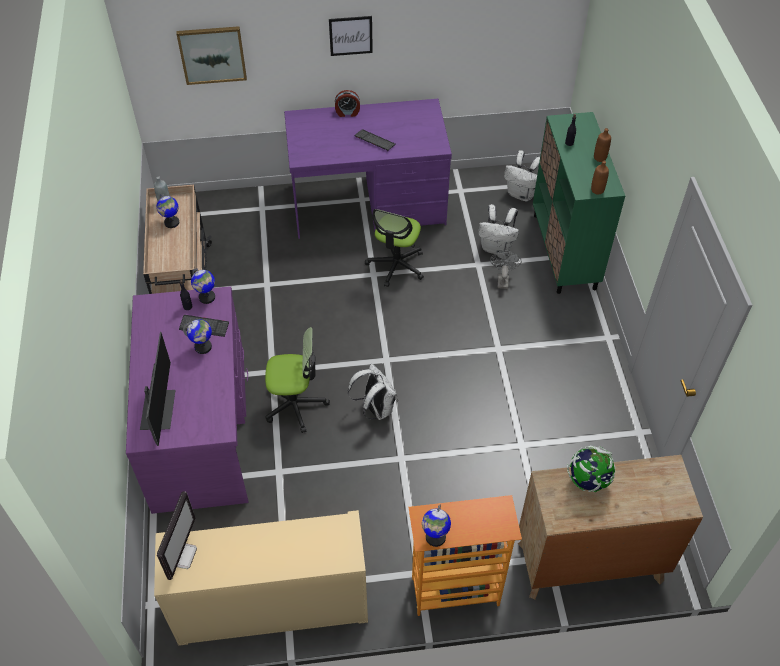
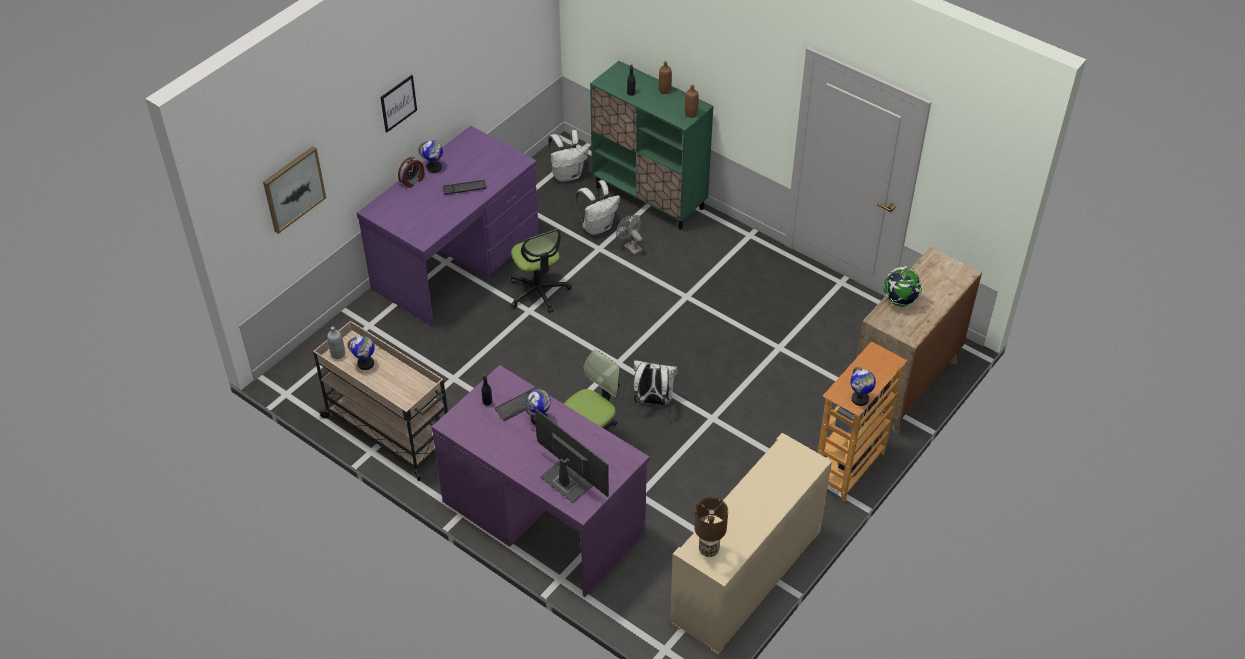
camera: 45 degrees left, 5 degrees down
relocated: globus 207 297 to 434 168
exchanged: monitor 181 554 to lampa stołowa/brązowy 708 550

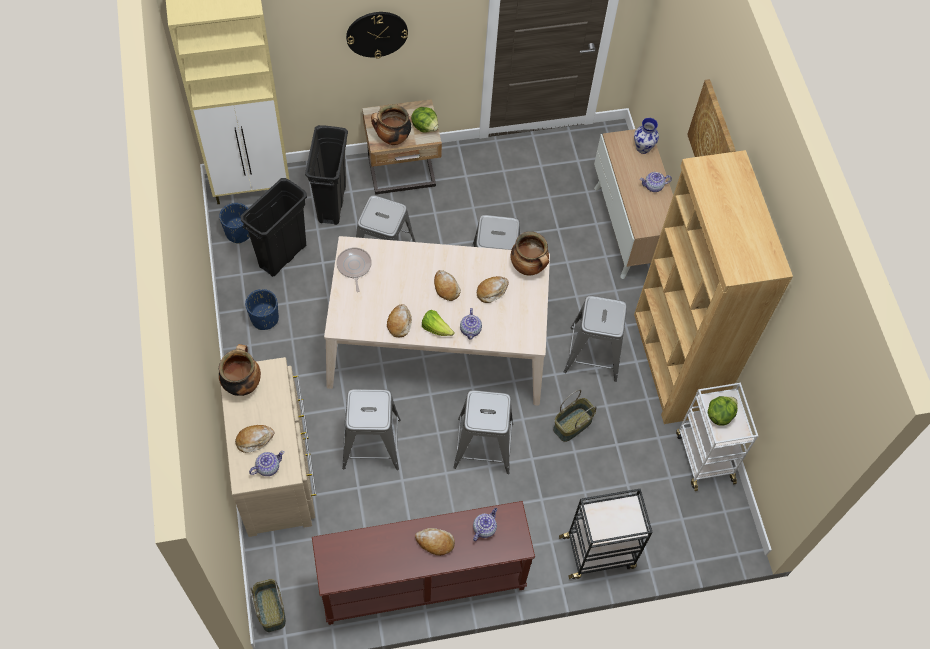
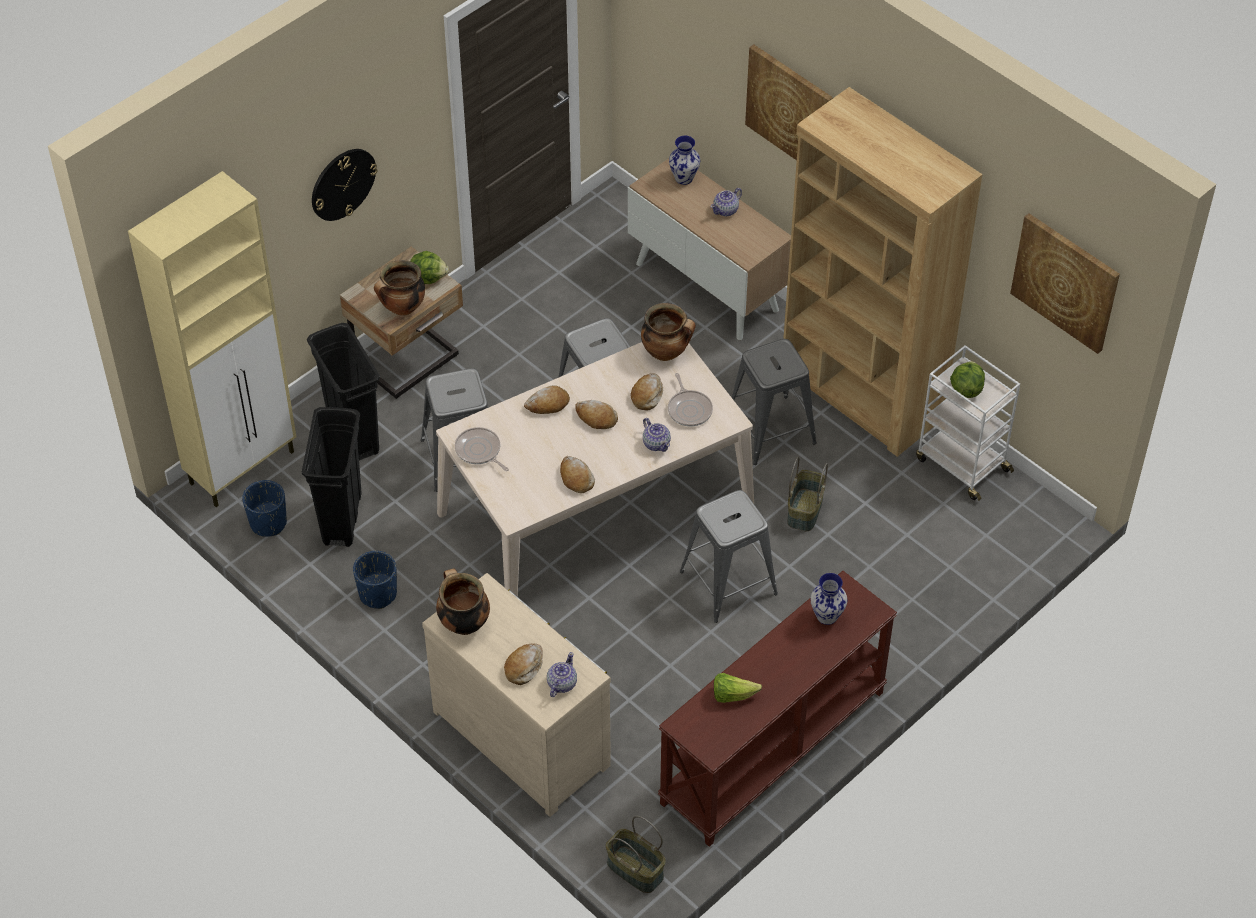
camera: 30 degrees left, 10 degrees down
missing: stołek/szary 372 443; wózek/czarny 599 552
appeared: patelnia 689 409; obraz 1065 282
relocated: chleb 435 542 to 548 404; sałata 436 328 to 732 695
exchanged: imbryk 484 528 to wazon 826 615

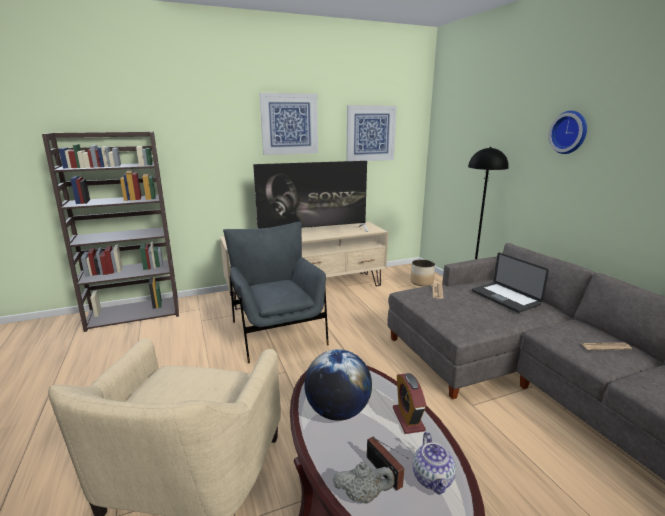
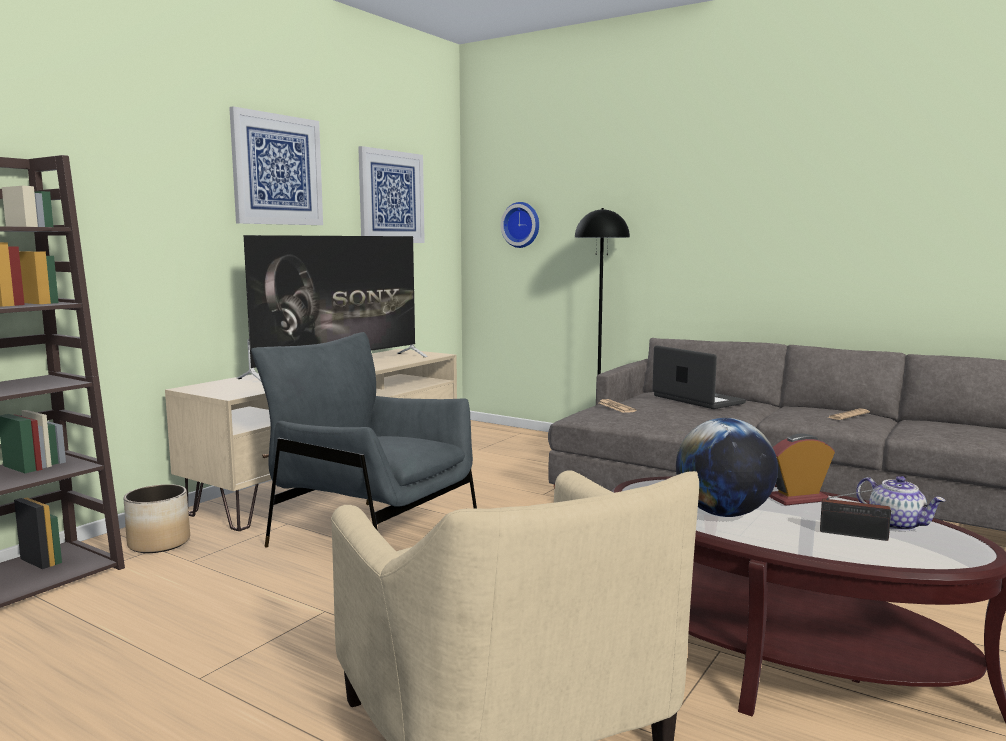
camera: 35 degrees left, 10 degrees down
missing: imbryk/szary 363 496
relocated: donica 421 282 to 158 543; zegar ścienny 570 132 to 522 225
spun: budzik 408 419 = 798 499 120 degrees clockwise; laptop 505 298 = 698 400 150 degrees counterclockwise

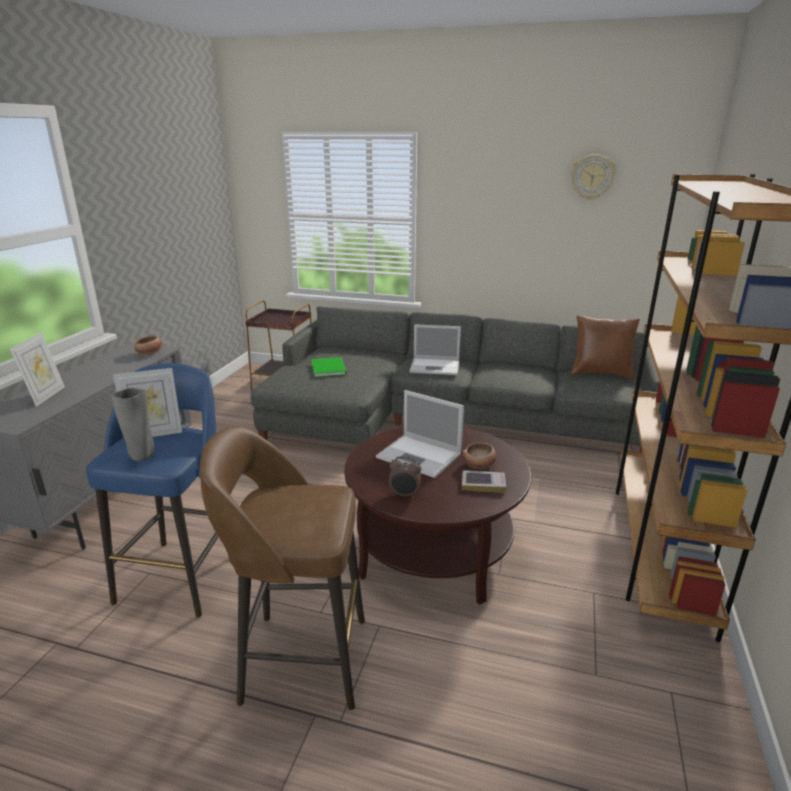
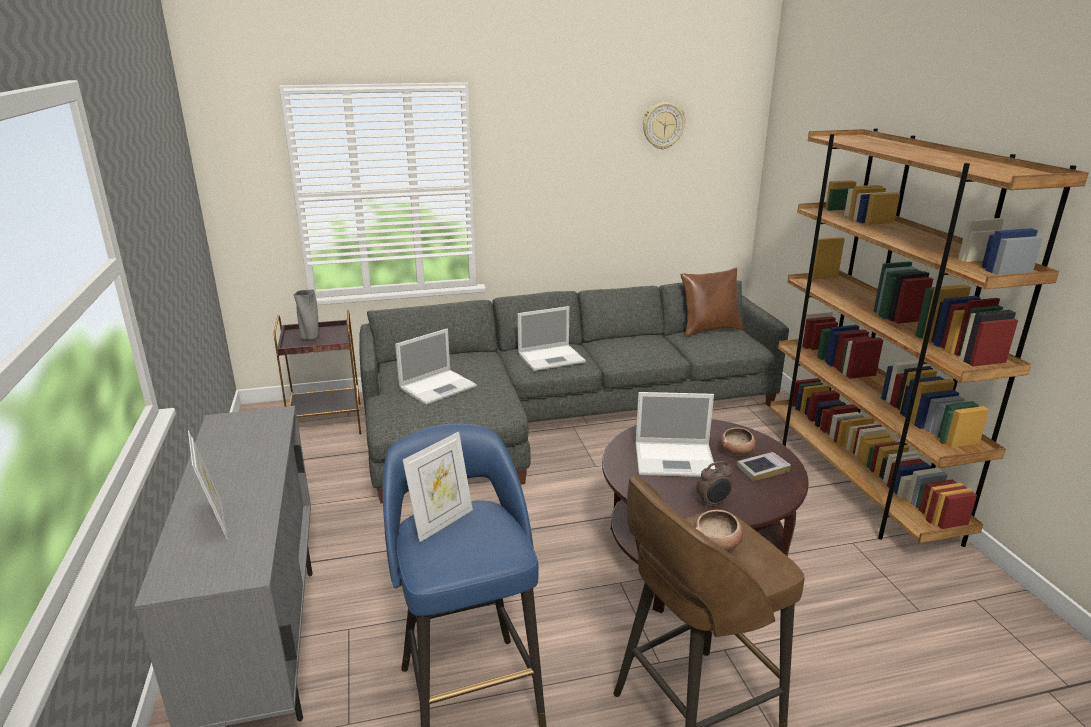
camera: 30 degrees left, 0 degrees up
relocated: wazon/szary 141 457 to 310 339; miska 150 353 to 717 545
exchanged: książka/zielony 329 368 to laptop 439 387

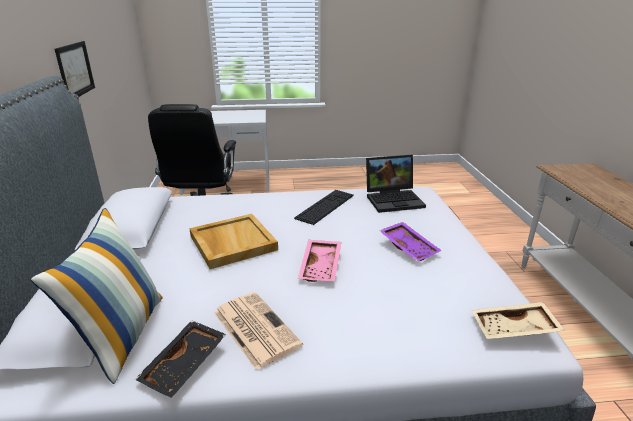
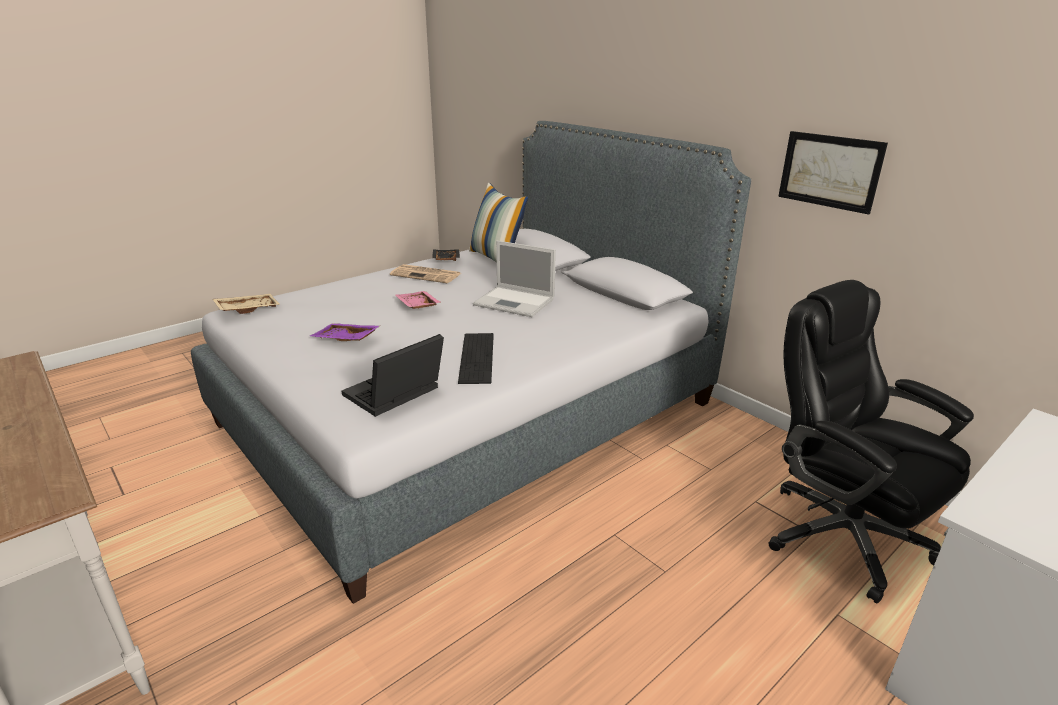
camera: 145 degrees right, 0 degrees up
exchanged: taca/beżowy 232 243 to laptop 515 302

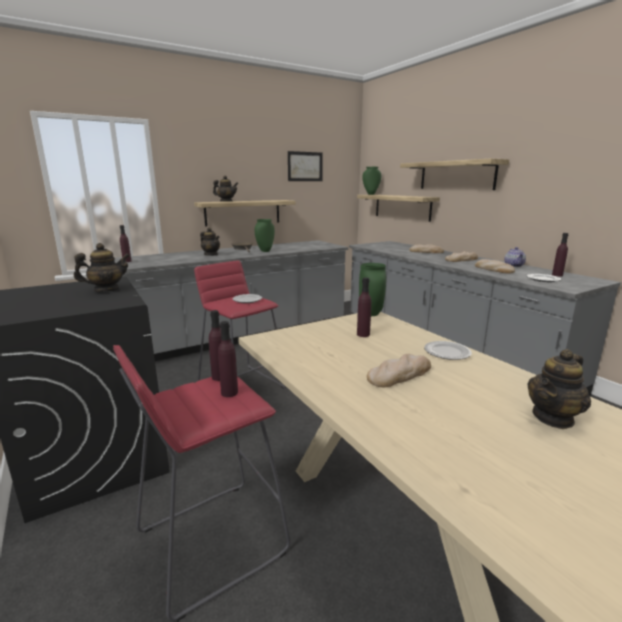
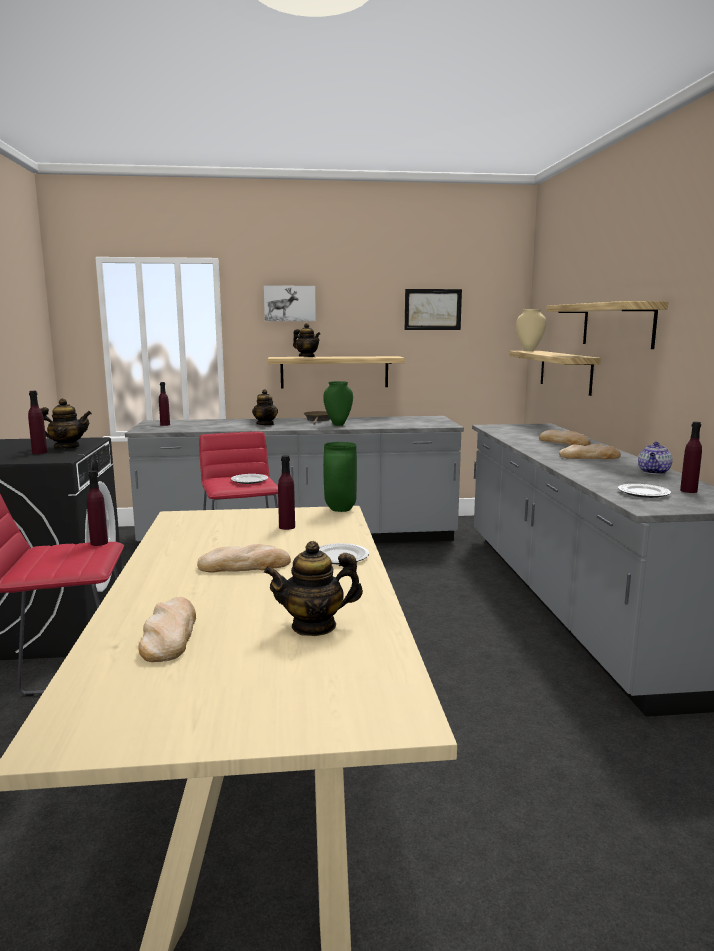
camera: 25 degrees right, 5 degrees down
appeared: obraz 289 303
relocated: butelka/fioletowy 229 392 to 39 452; chleb 493 269 to 169 634
colour: wazon/zielony 371 194 to wazon/beżowy 529 351

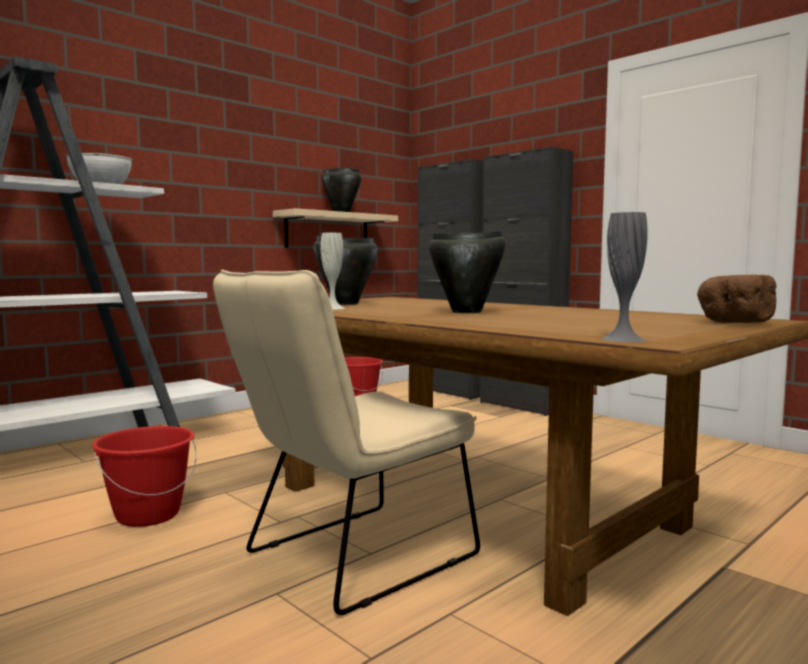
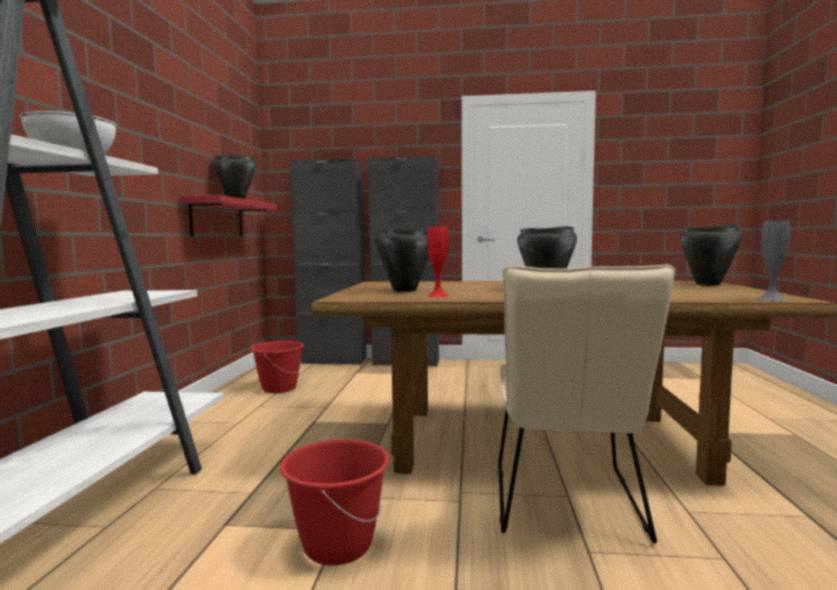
camera: 40 degrees left, 0 degrees up
exchanged: miska/brązowy 733 323 to garnek/czarny 708 284
colour: półka/beżowy 327 231 to półka/czerwony 217 218; wazon/biały 332 308 to wazon/czerwony 438 295

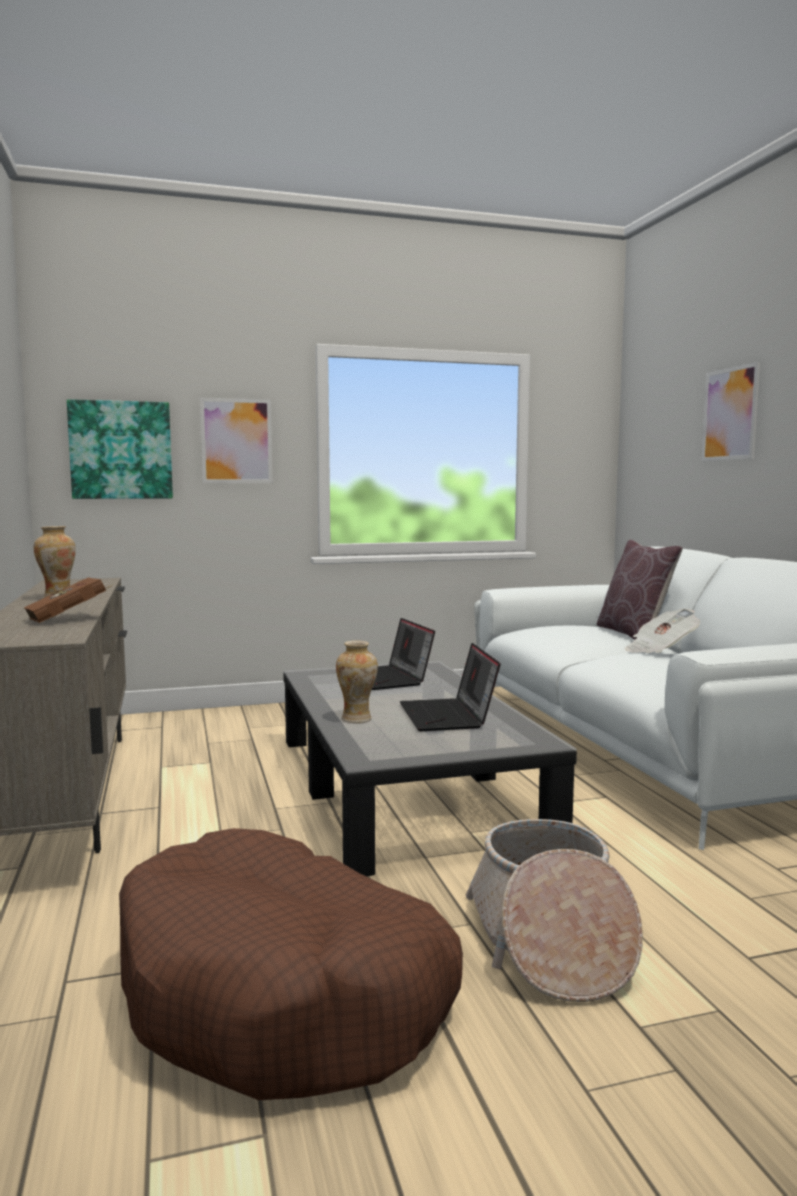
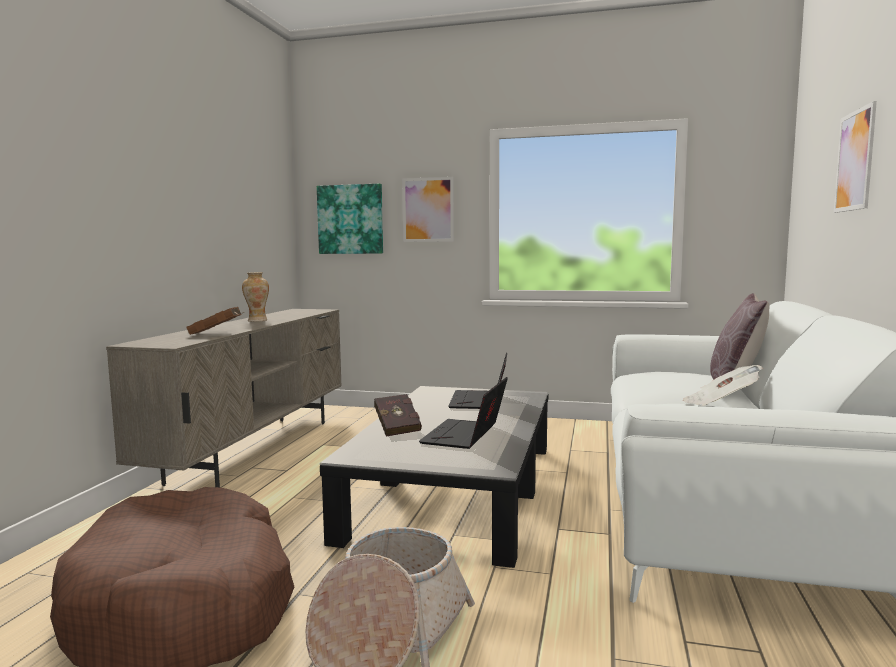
camera: 30 degrees right, 0 degrees up
exchanged: wazon 357 719 to książka/czerwony 397 428

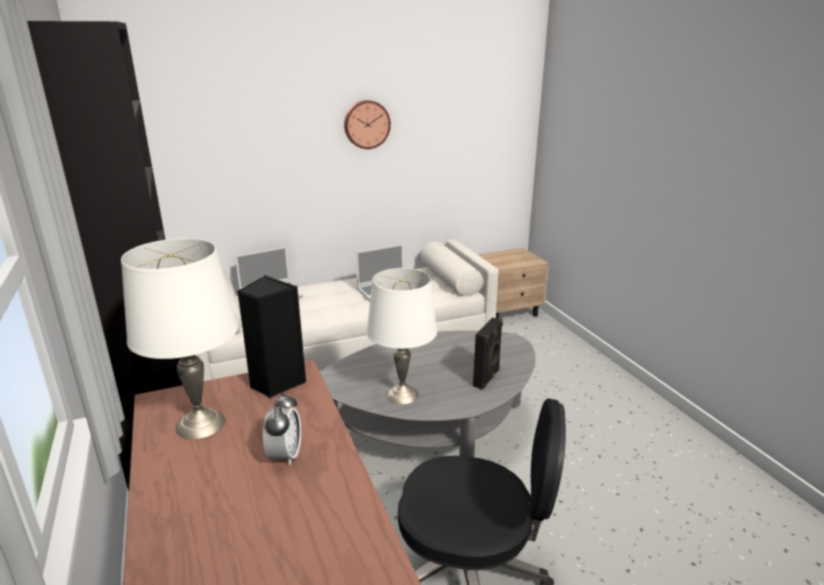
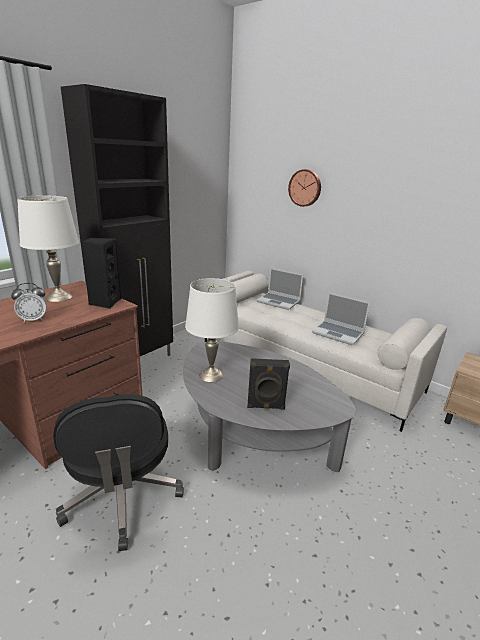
camera: 60 degrees right, 0 degrees up
relocated: zegar ścienny 366 124 to 305 188

